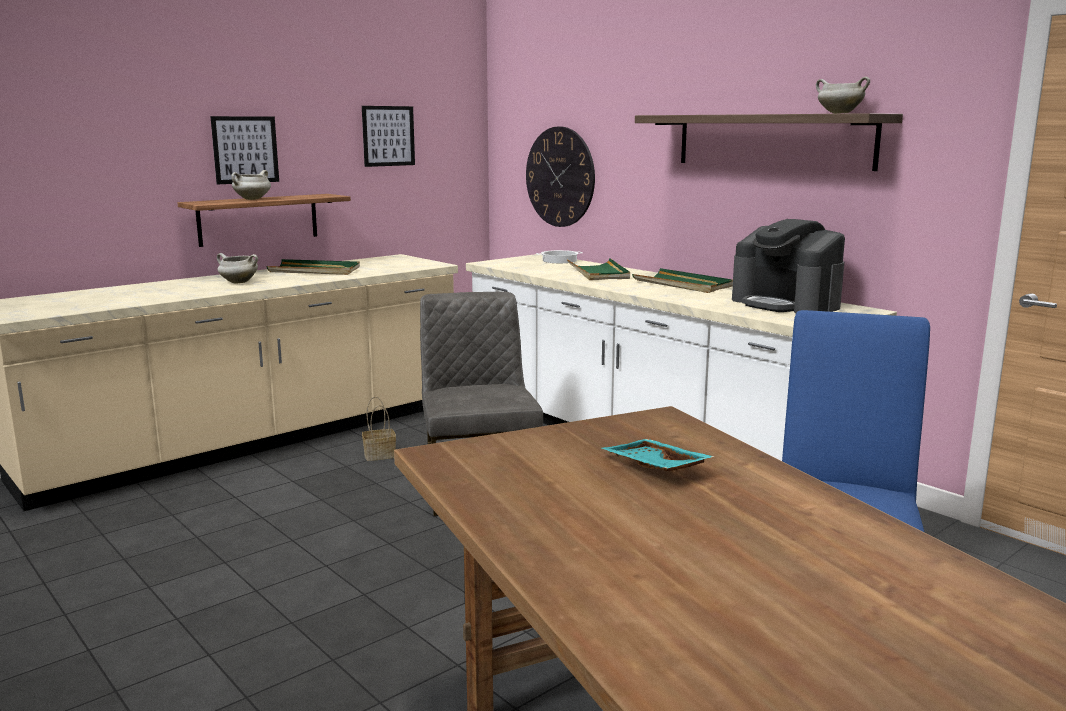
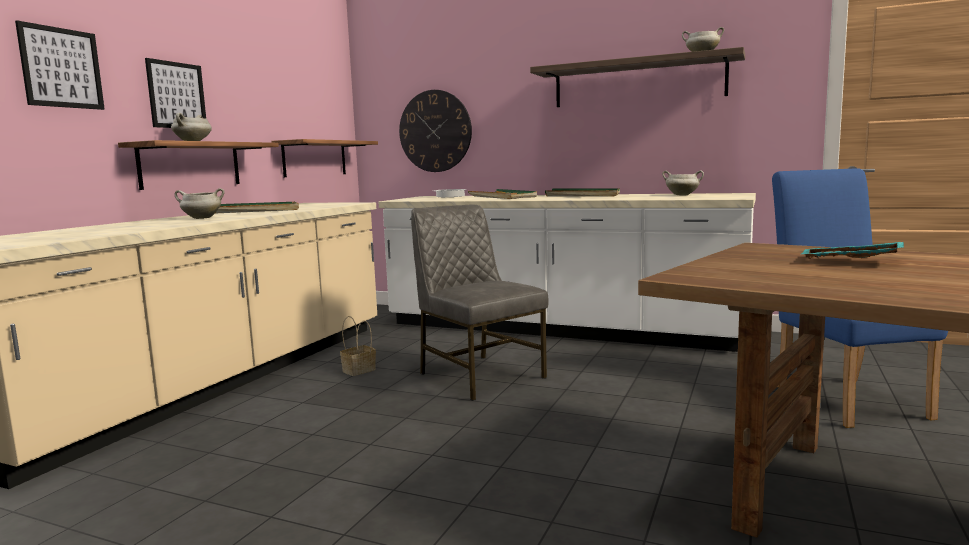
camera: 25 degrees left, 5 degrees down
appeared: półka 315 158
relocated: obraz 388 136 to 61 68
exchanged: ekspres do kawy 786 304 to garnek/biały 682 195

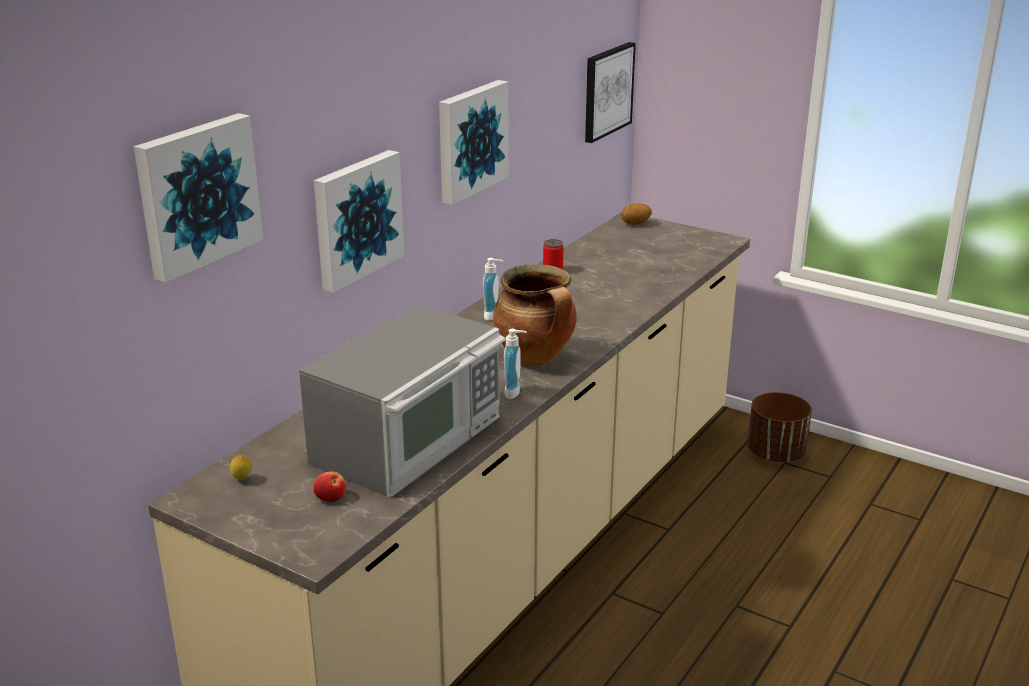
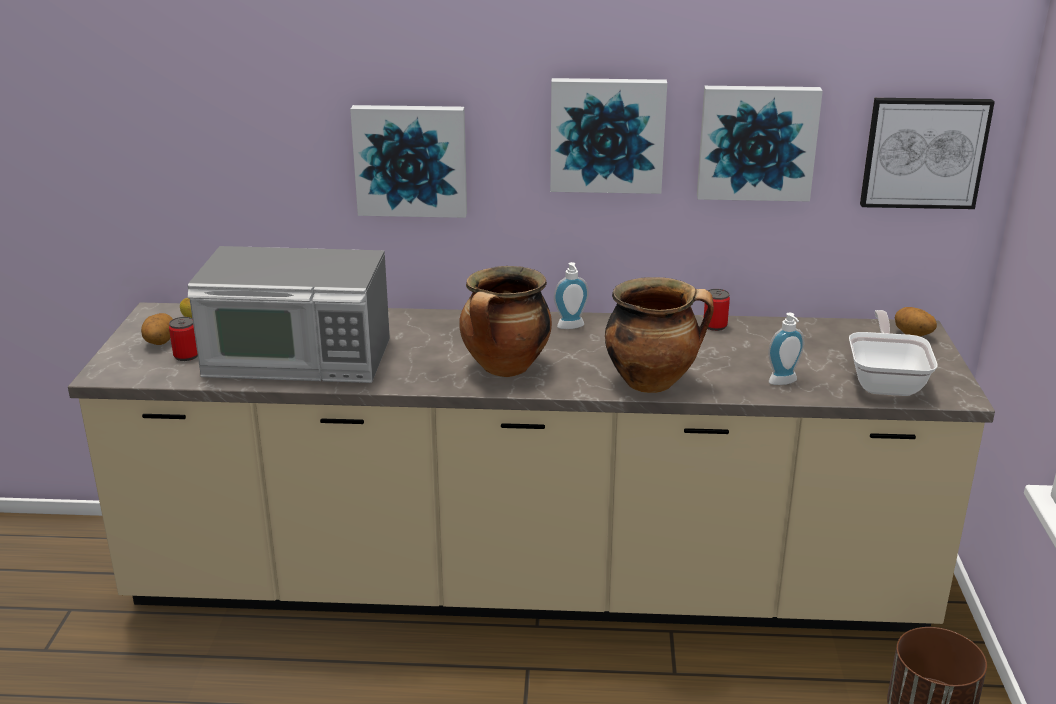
camera: 60 degrees right, 0 degrees up
appeared: ziemniak 160 342; garnek 653 382; patelnia 886 381
relocated: obraz 196 194 to 757 142; dozownik mydła 515 393 to 784 383
exchanged: jabłko 330 497 to puszka 186 356

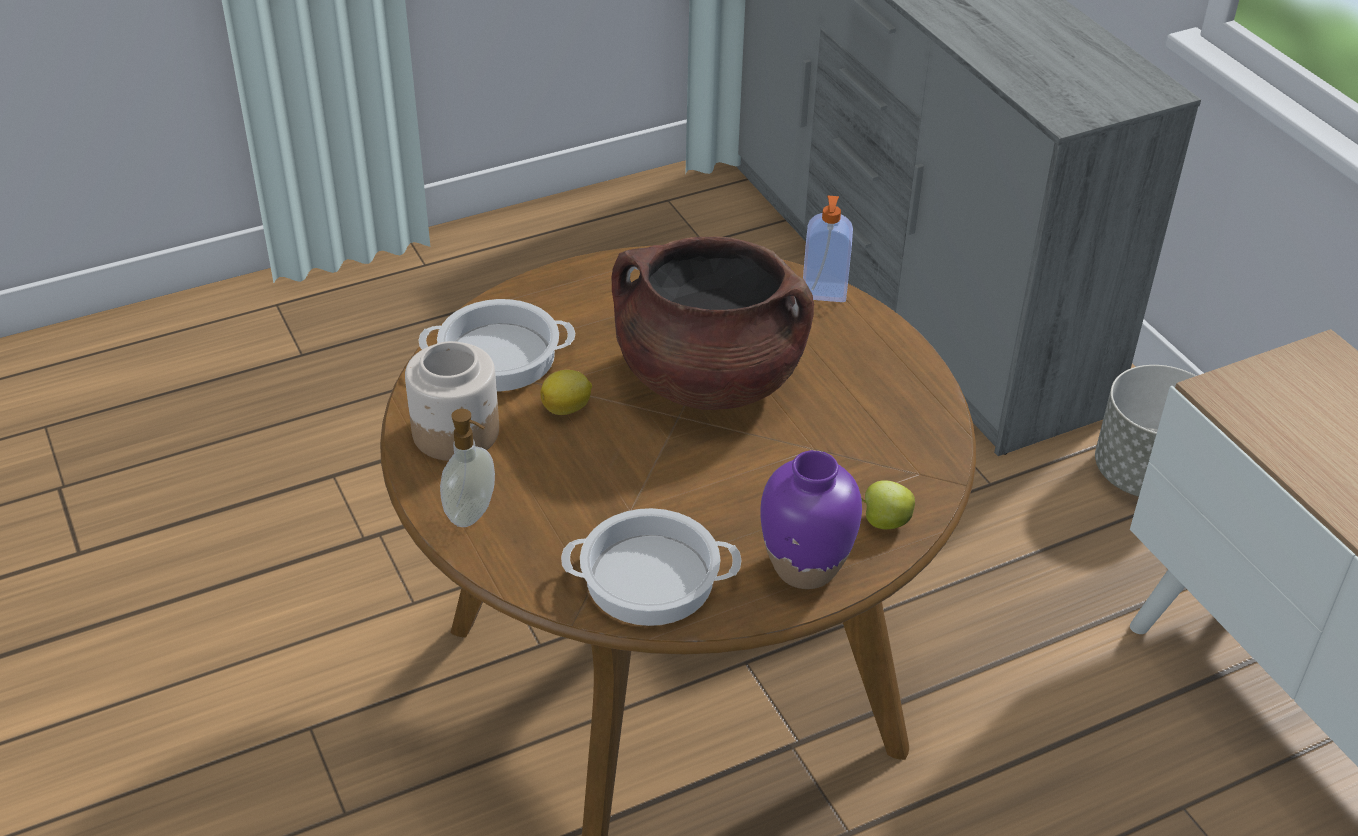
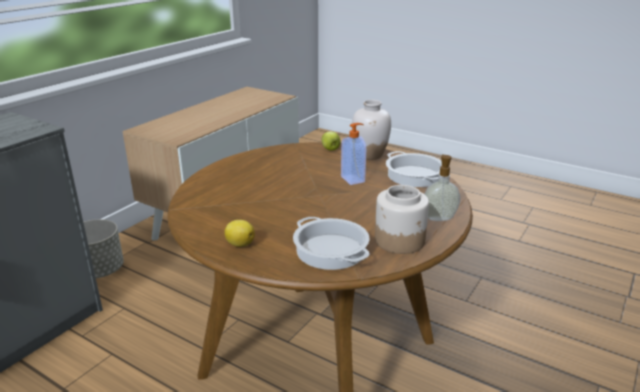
camera: 120 degrees left, 15 degrees down
missing: garnek/brązowy 708 379
relocated: cytryna 567 408 to 239 244; dozownik mydła 824 293 to 353 179
colour: wazon/fioletowy 805 567 to wazon/biały 370 155

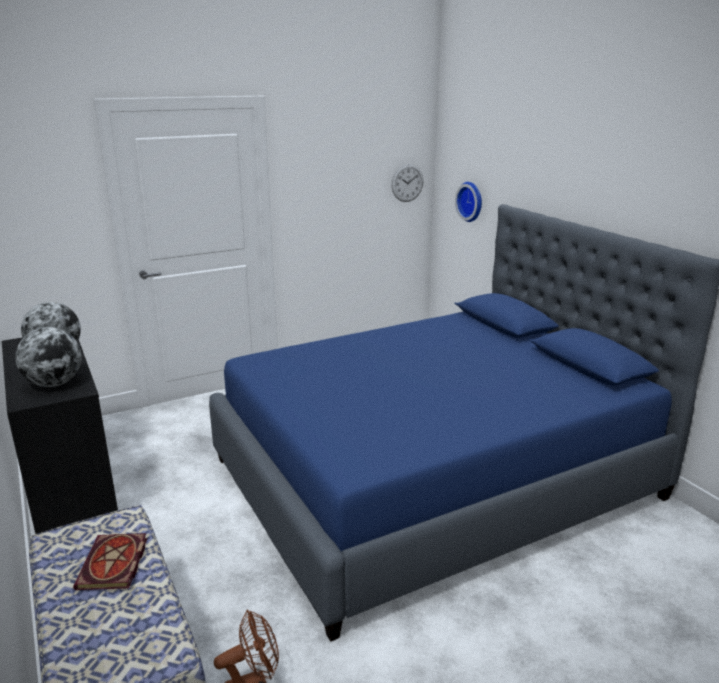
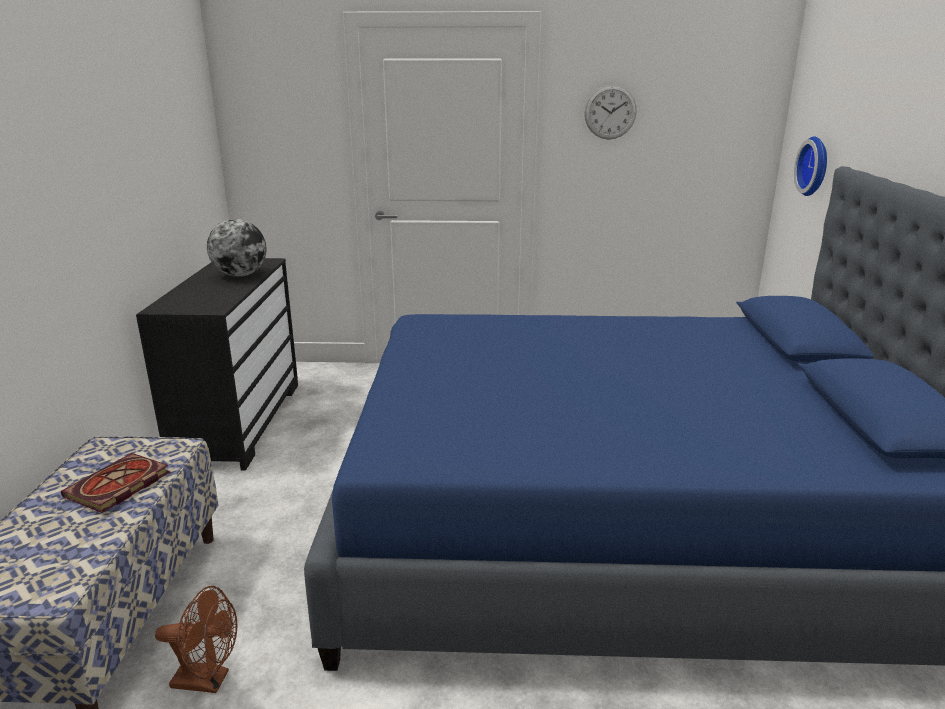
camera: 30 degrees right, 0 degrees up
missing: globus 54 384
relocated: zegar ścienny 407 183 to 610 112

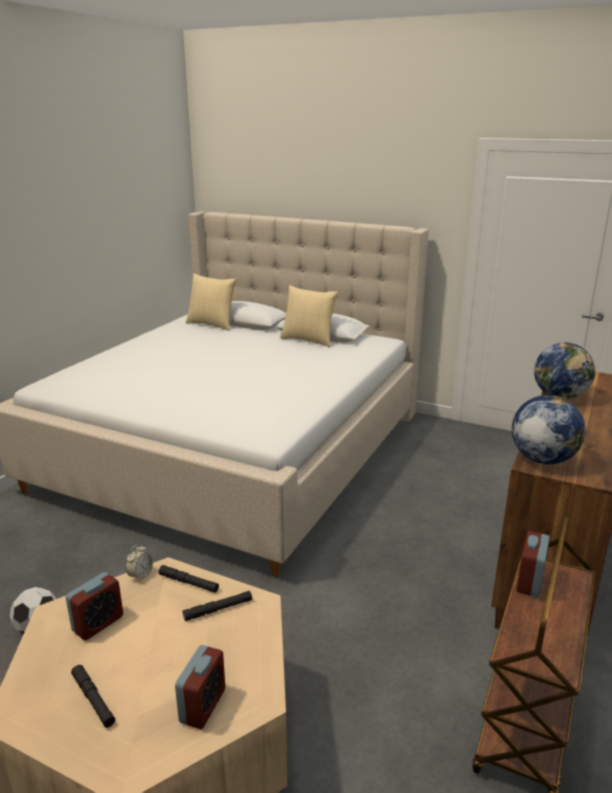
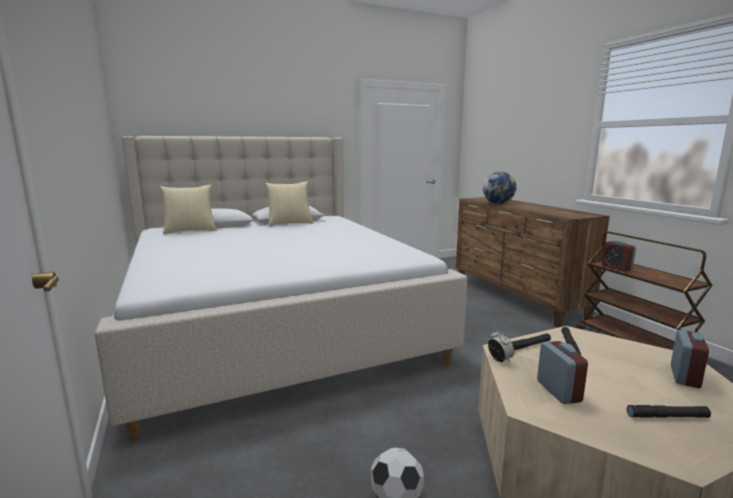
camera: 50 degrees left, 10 degrees down
missing: globus 542 459
spun: budzik 203 706 = 684 377 60 degrees clockwise

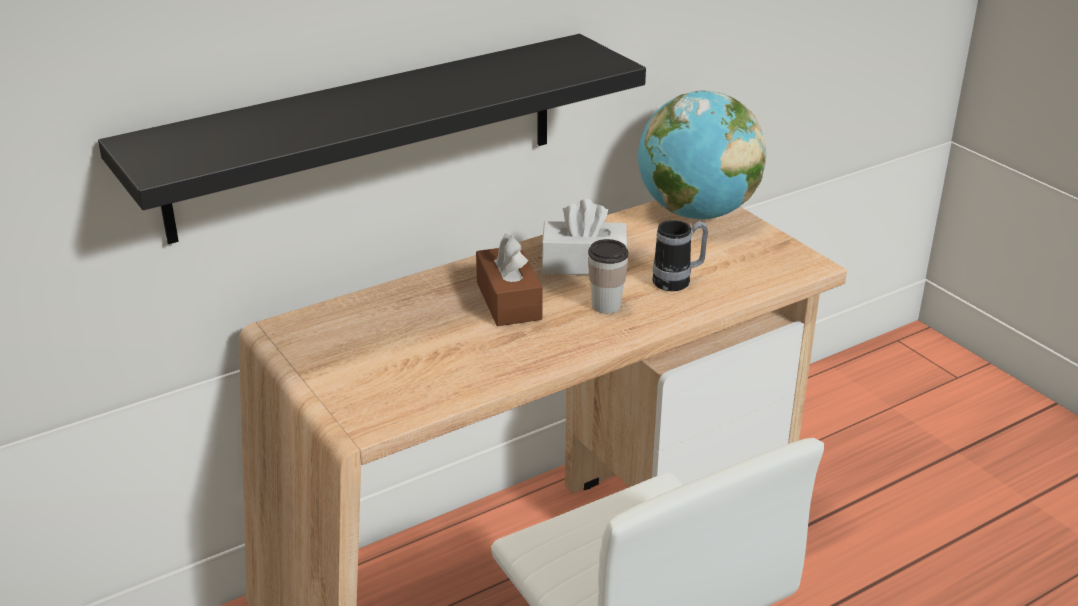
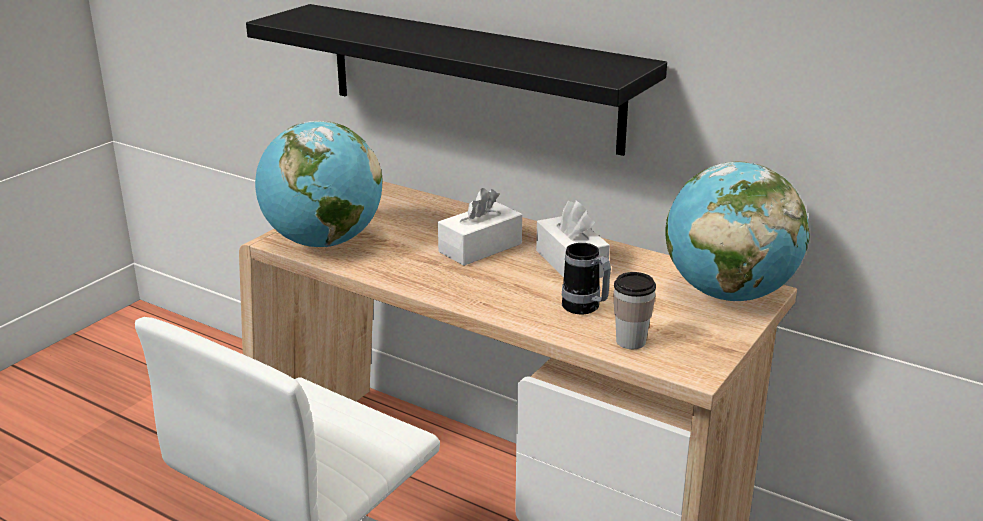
camera: 65 degrees right, 5 degrees down
appeared: globus 323 242
relocated: filiżanka 606 306 to 630 341
colour: pudełko chusteczek/brązowy 508 301 to pudełko chusteczek/biały 480 248

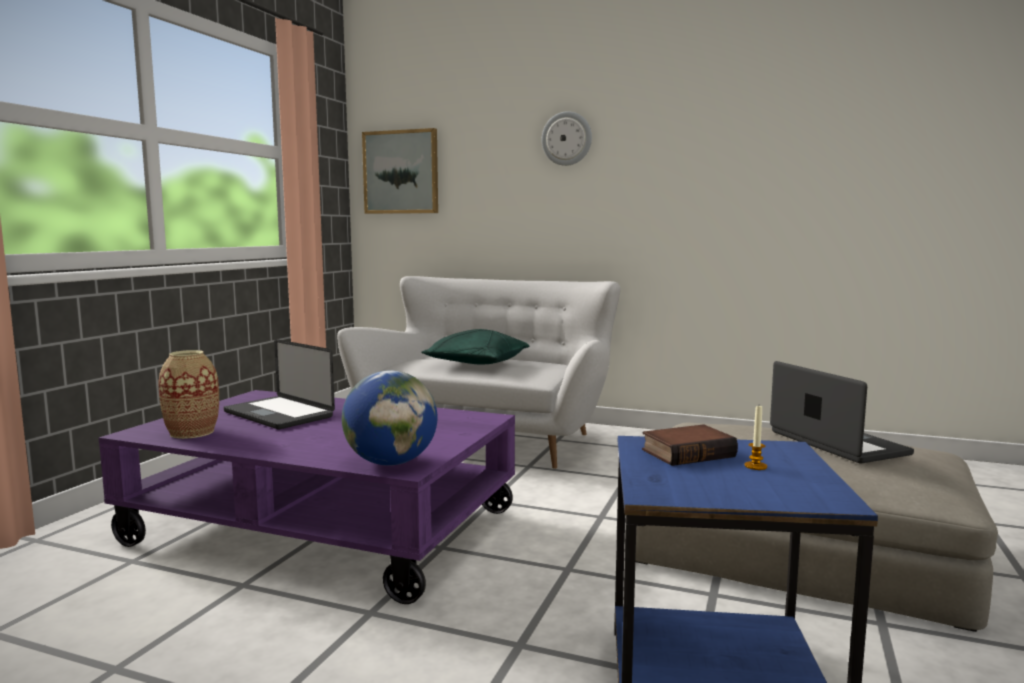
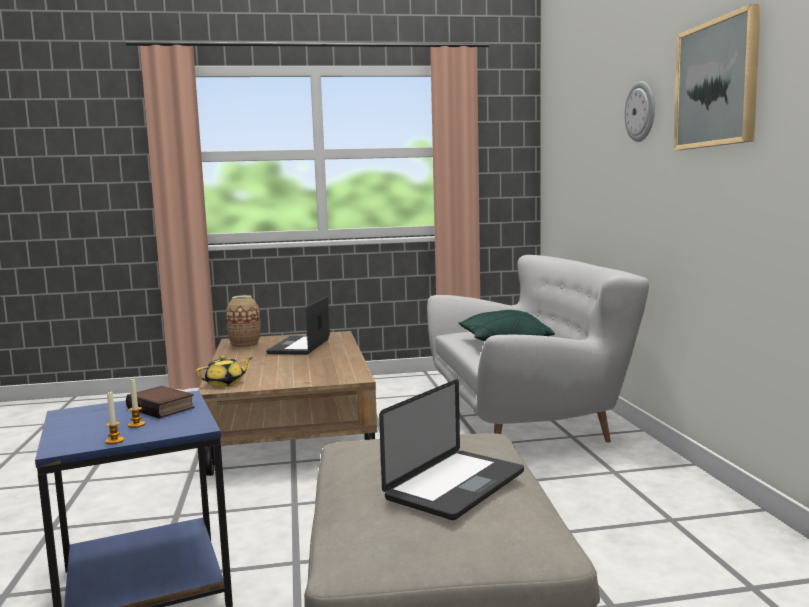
camera: 60 degrees right, 0 degrees up
appeared: świeca 114 441
relocated: obraz 401 172 to 717 84
exchanged: globus 391 463 to imbryk/żółty 225 383
colour: ława/fioletowy 324 527 to ława/brązowy 292 428

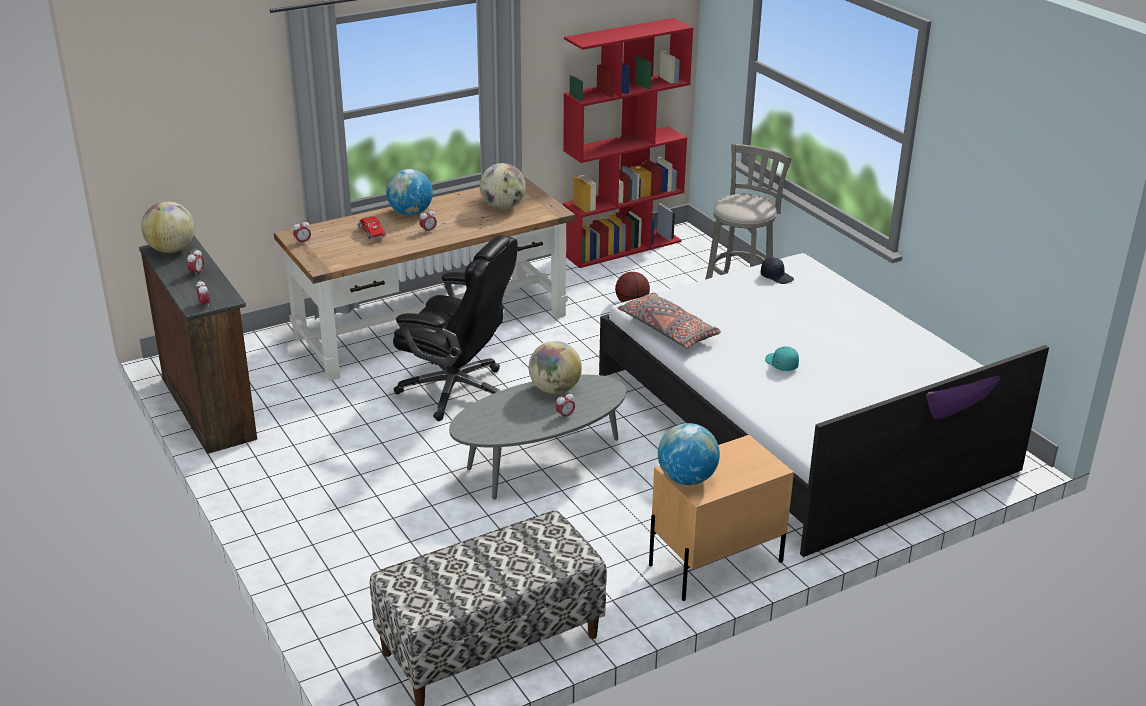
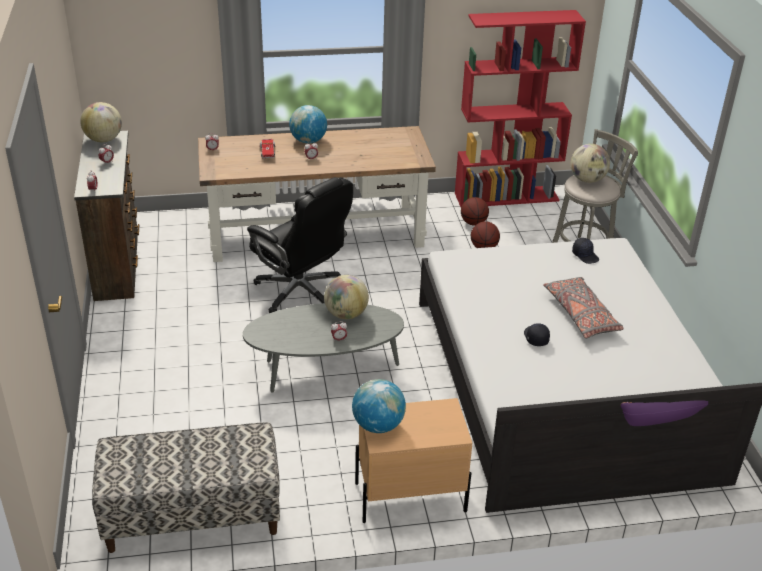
camera: 20 degrees right, 5 degrees up
appeared: piłka do koszykówki 473 223
relocated: globus 503 207 to 587 180; poduszka/szary 668 331 to 581 315
colour: czapka z daszkiem/turkusowy 781 364 to czapka z daszkiem/czarny 535 338

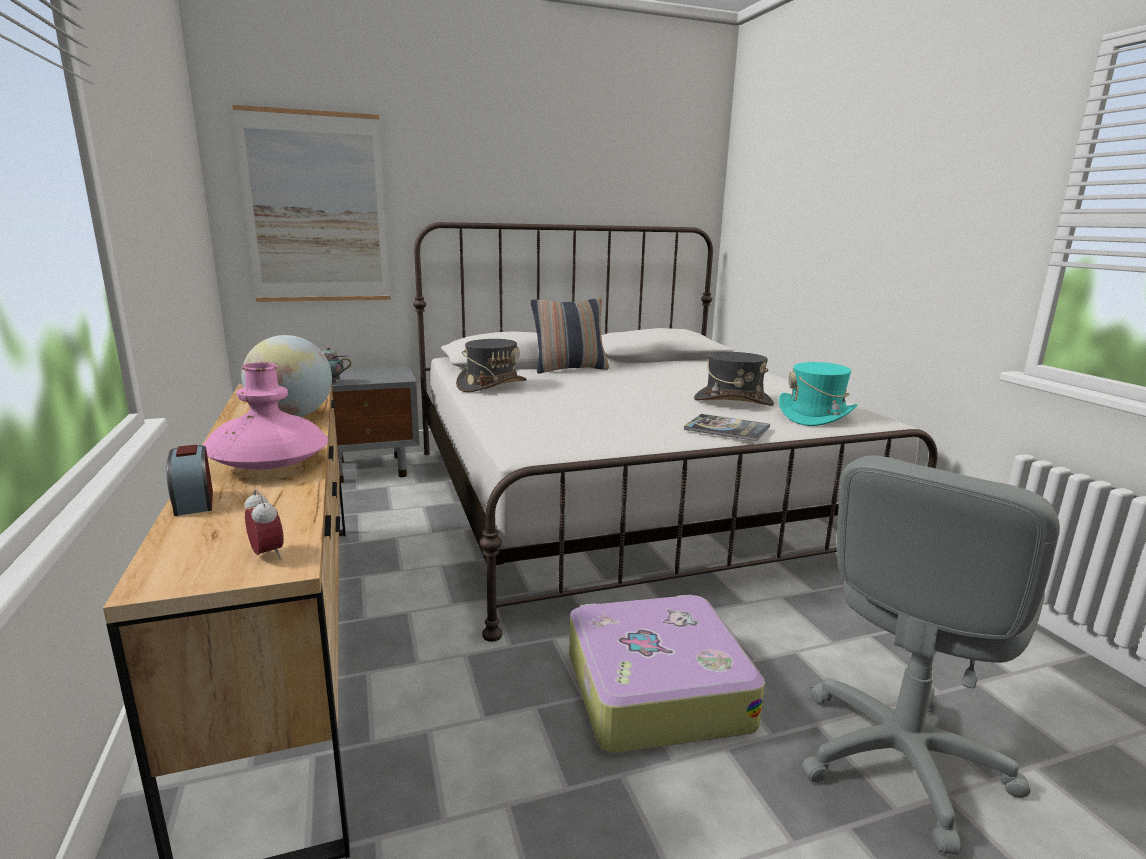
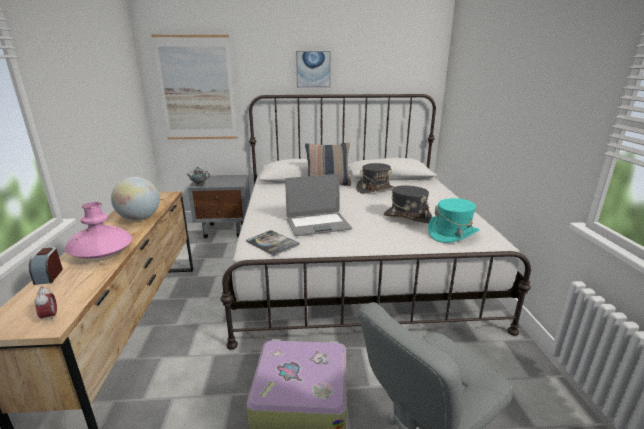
camera: 15 degrees right, 5 degrees up
appeared: laptop 318 225; obraz 313 69
relocated: kapelusz/szary 491 385 to 375 189; książka 727 429 to 272 243

